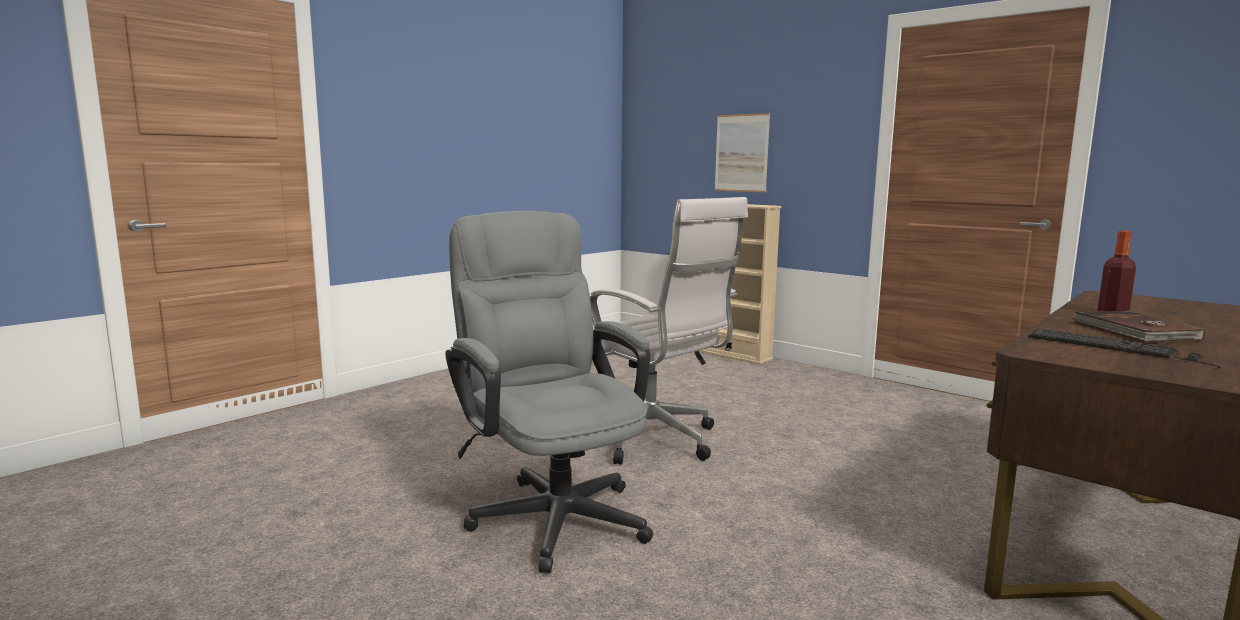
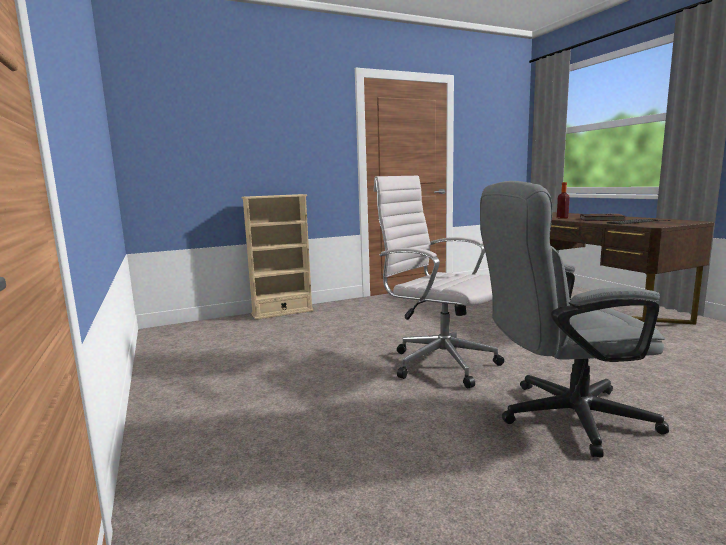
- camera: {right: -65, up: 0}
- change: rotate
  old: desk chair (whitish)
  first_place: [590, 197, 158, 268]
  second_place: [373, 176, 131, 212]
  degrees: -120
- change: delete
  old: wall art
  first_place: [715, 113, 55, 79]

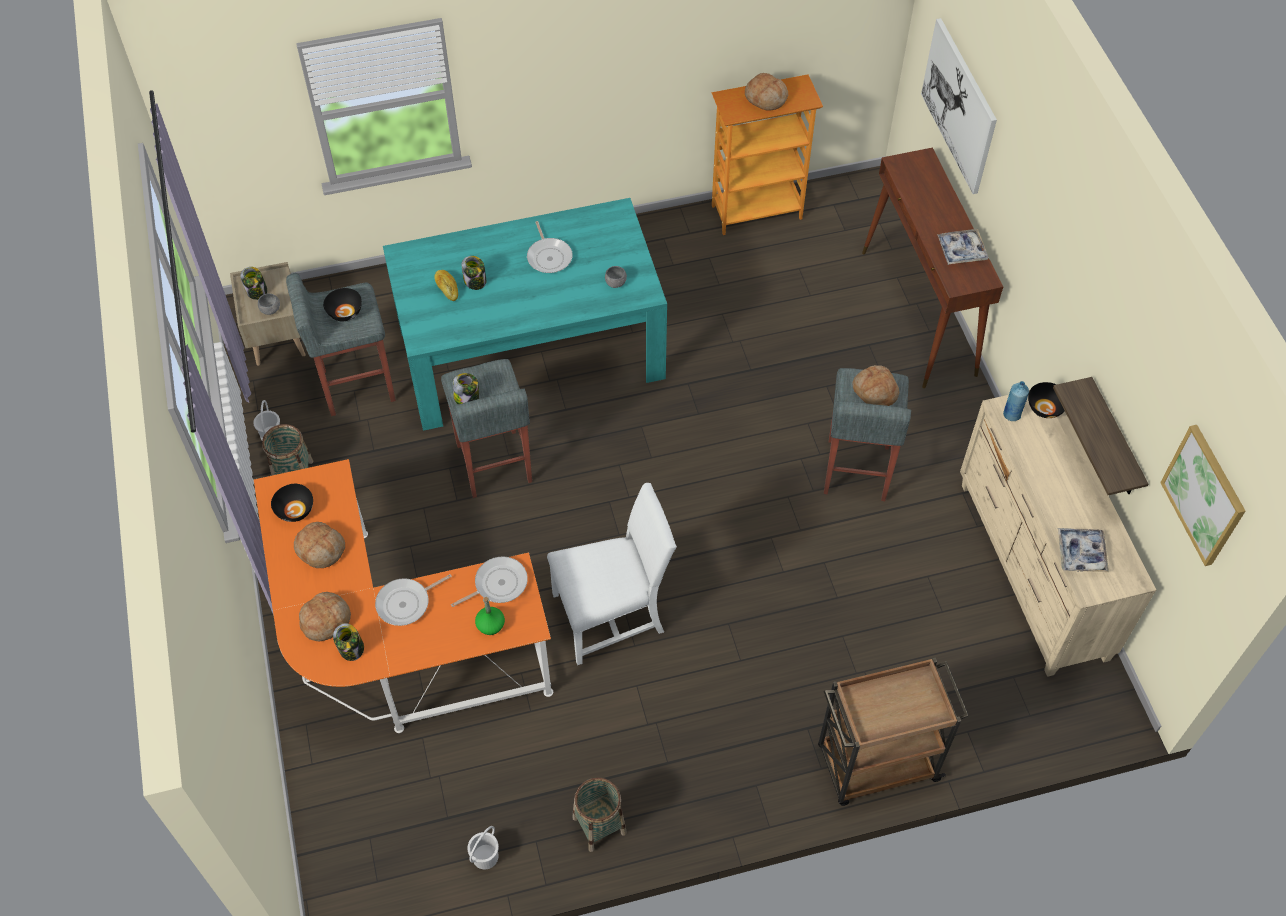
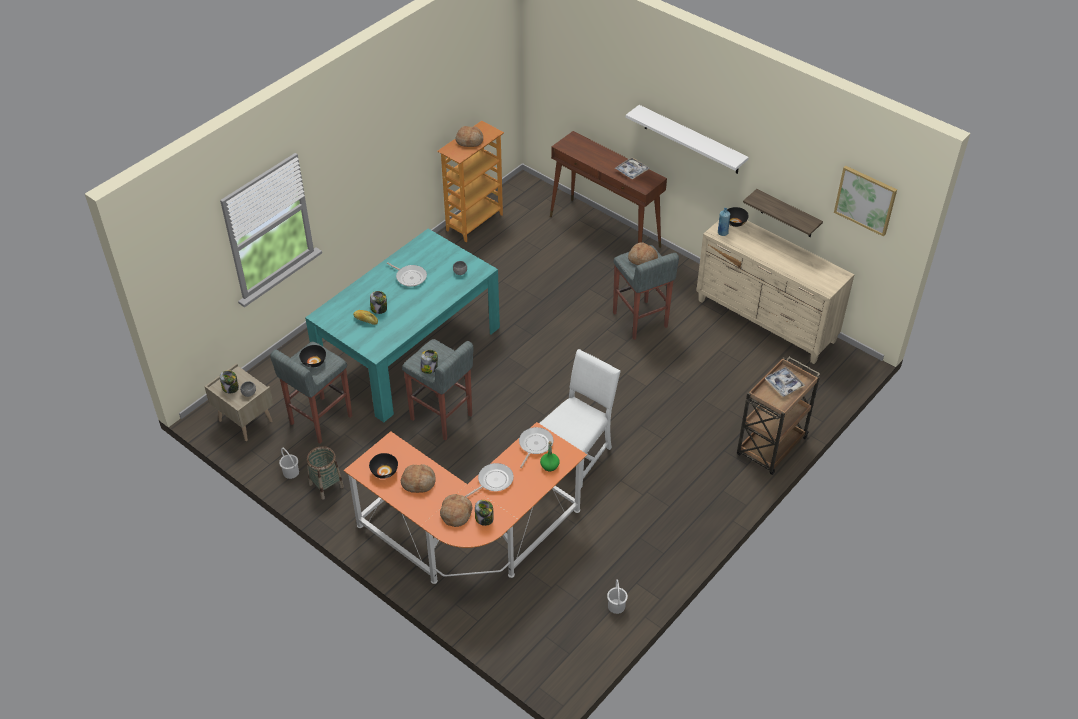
- camera: {right: -35, up: -10}
- change: rotate
  old: skillet
  first_place: [375, 574, 77, 52]
  second_place: [465, 463, 49, 34]
  degrees: -150
- change: delete
  old: household basket
  first_place: [573, 777, 54, 75]
- change: delete
  old: wall art
  first_place: [921, 18, 76, 176]
- change: move
  old: serving tray
  first_place: [1058, 528, 51, 44]
  second_place: [765, 367, 40, 30]
- change: insert
  new: bracket shelf (whitish)
  second_place: [626, 105, 123, 69]

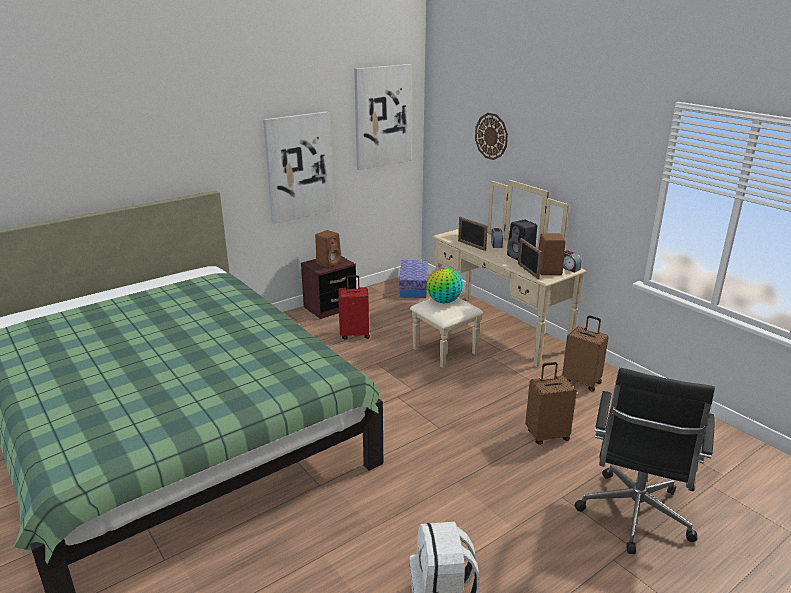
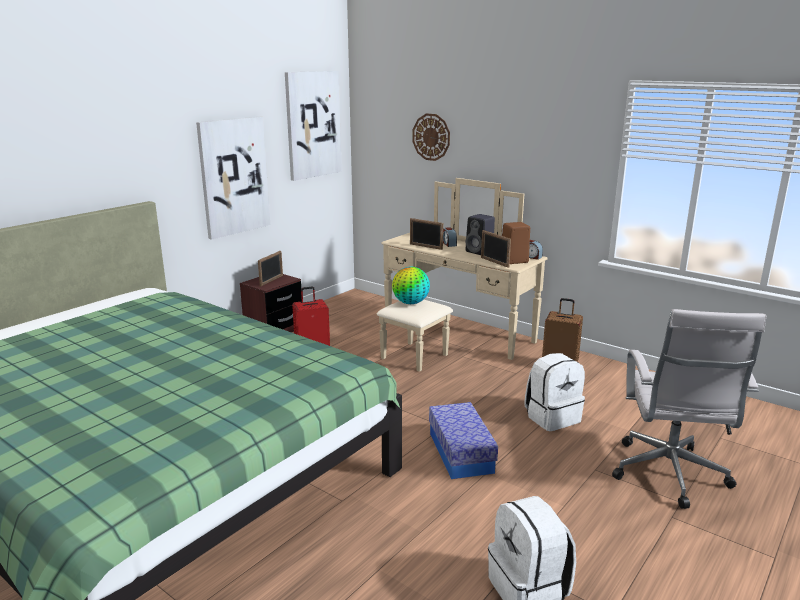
- camera: {right: -15, up: -5}
- change: replace
  old: loudspeaker (brown-coloured)
  new: photo frame
  first_place: [315, 230, 26, 38]
  second_place: [258, 251, 25, 35]
- change: move
  old: storage box
  first_place: [399, 260, 29, 38]
  second_place: [429, 402, 69, 77]
- change: replace
  old: suitcase (brown-coloured)
  new: knapsack (whitish)
  first_place: [525, 362, 52, 83]
  second_place: [524, 353, 61, 78]
- change: recolor
  old: desk chair (black)
  new: desk chair (whitish)
  first_place: [575, 368, 140, 186]
  second_place: [612, 309, 154, 200]

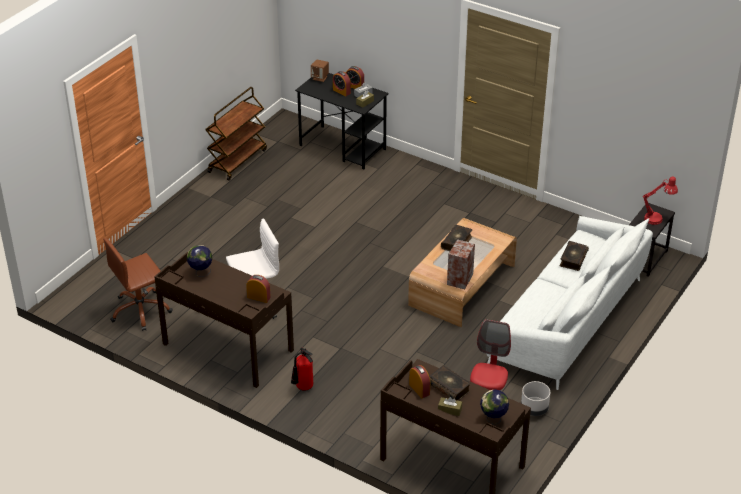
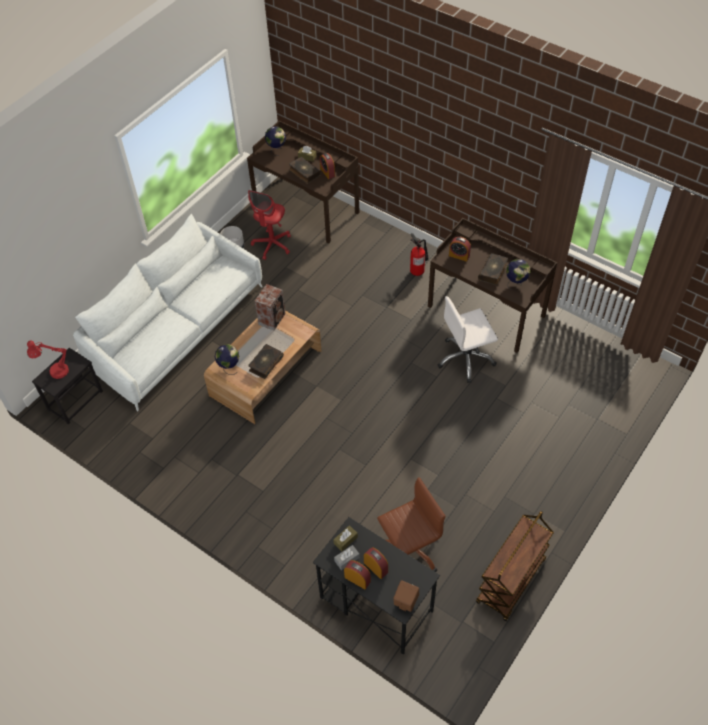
- camera: {right: -175, up: 15}
- change: move
  old: desk chair (brown-coloured)
  first_place: [103, 238, 70, 93]
  second_place: [377, 477, 69, 95]
- change: move
  old: book
  first_place: [560, 241, 29, 30]
  second_place: [478, 253, 30, 33]
- change: insert
  new: world globe
  second_place: [215, 344, 24, 31]

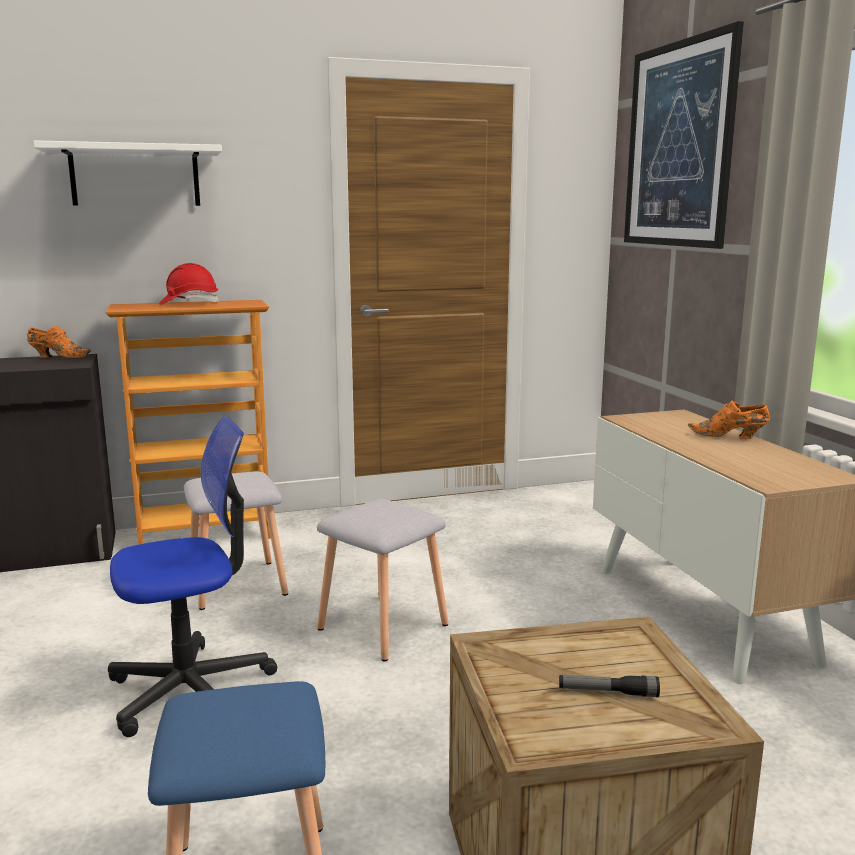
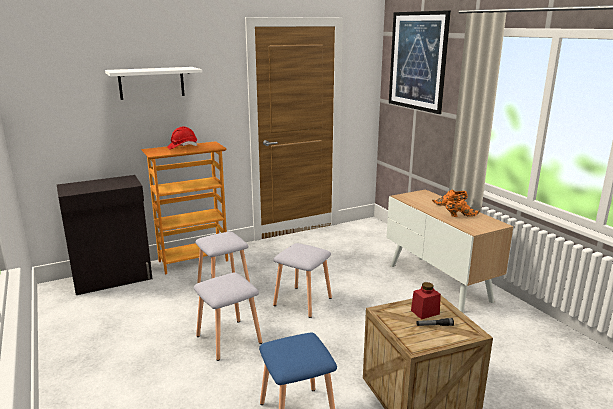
- camera: {right: -10, up: 5}
- change: move
  old: low shoe (orange-coloured)
  first_place: [27, 326, 64, 32]
  second_place: [446, 199, 34, 18]
- change: replace
  old: desk chair
  new: stool seat (greyish)
  first_place: [108, 416, 169, 321]
  second_place: [194, 273, 68, 88]
- change: insert
  new: preserve jar (reddish)
  second_place: [411, 282, 30, 38]

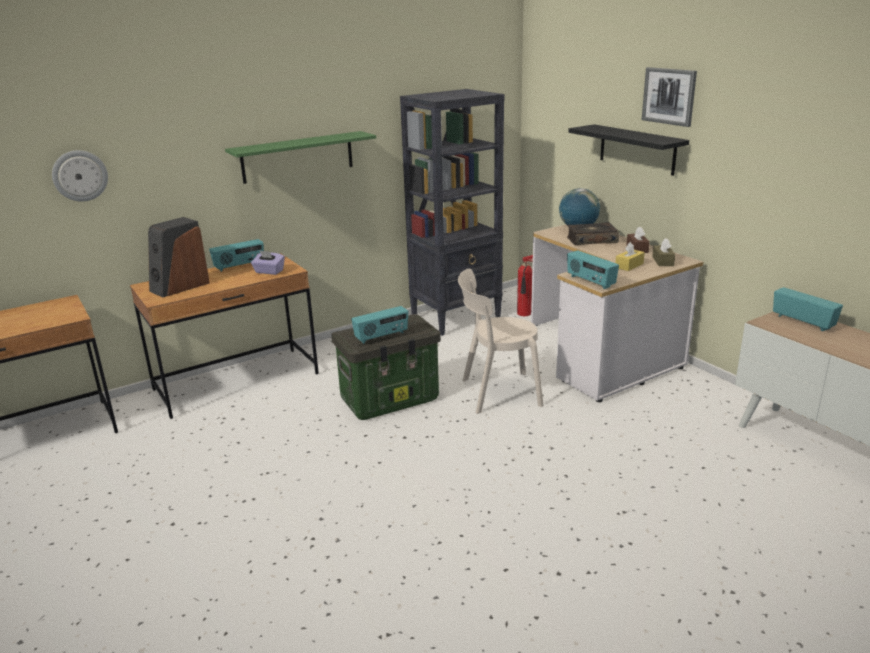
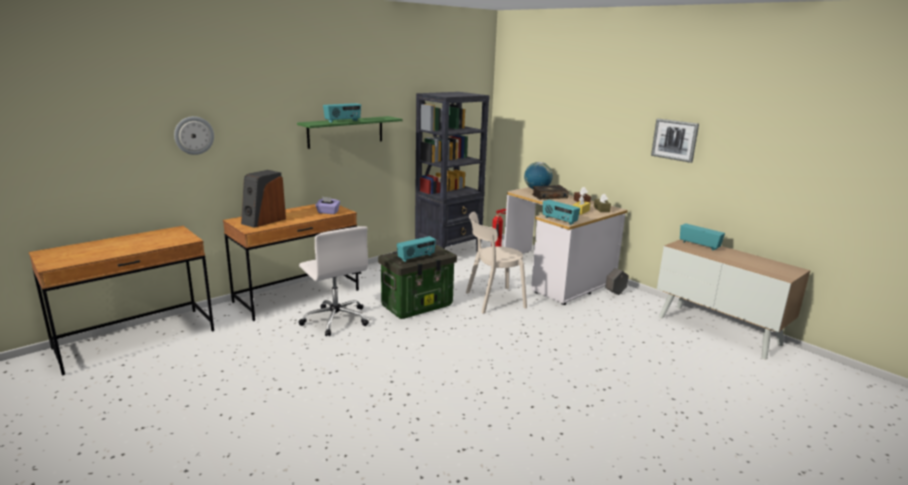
- camera: {right: -10, up: -5}
- change: move
  old: radio set
  first_place: [209, 239, 55, 33]
  second_place: [323, 103, 38, 20]
- change: delete
  old: bracket shelf (black)
  first_place: [568, 124, 121, 52]
- change: move
  old: wall art
  first_place: [642, 67, 55, 60]
  second_place: [651, 119, 48, 44]
- change: insert
  new: desk chair (whitish)
  second_place: [299, 226, 70, 110]
- change: insert
  new: flower pot (greyish)
  second_place: [605, 268, 24, 27]

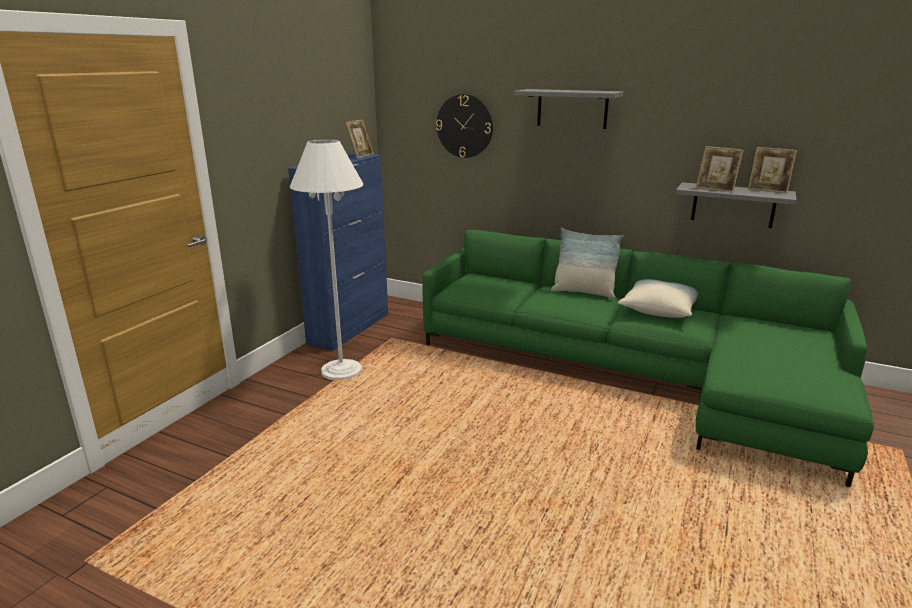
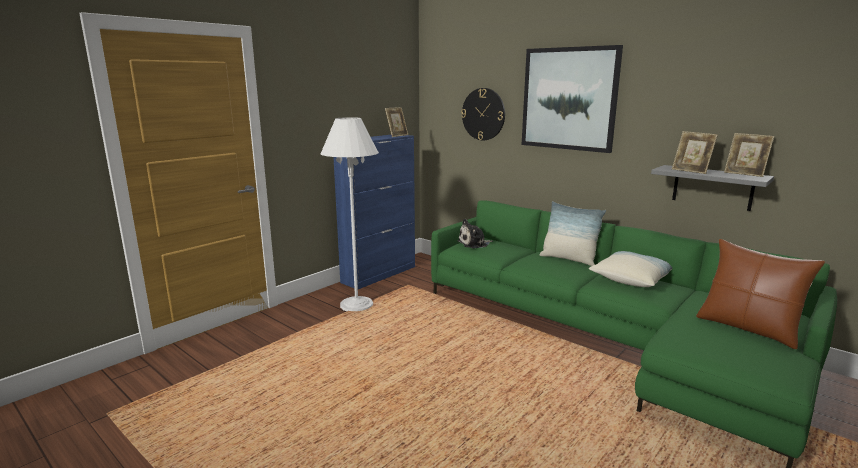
- camera: {right: 15, up: -5}
- change: replace
  old: bracket shelf (greyish)
  new: wall art
  first_place: [513, 89, 110, 40]
  second_place: [522, 45, 101, 108]
- change: insert
  new: cuddly toy
  second_place: [457, 219, 36, 29]
- change: insert
  new: cushion (brown-coloured)
  second_place: [696, 239, 129, 110]

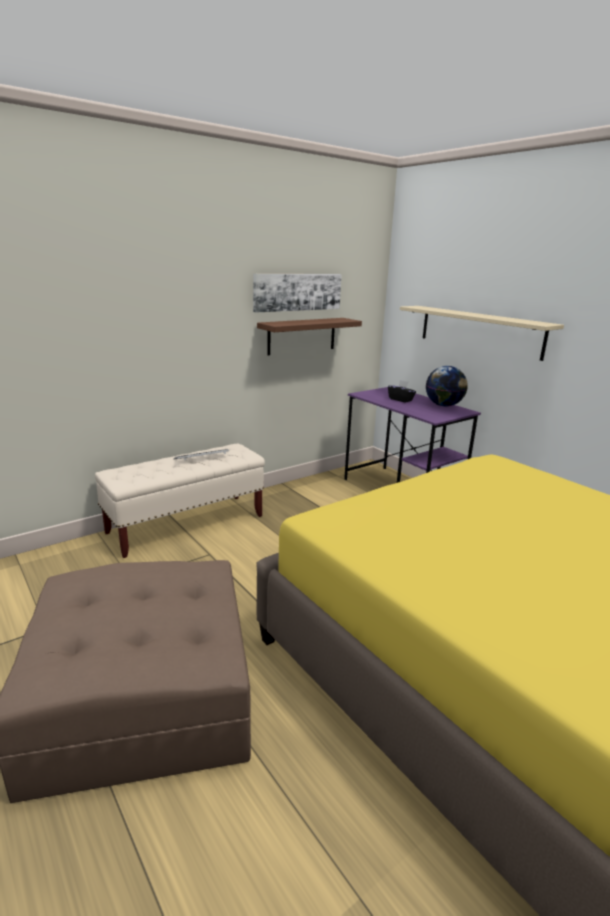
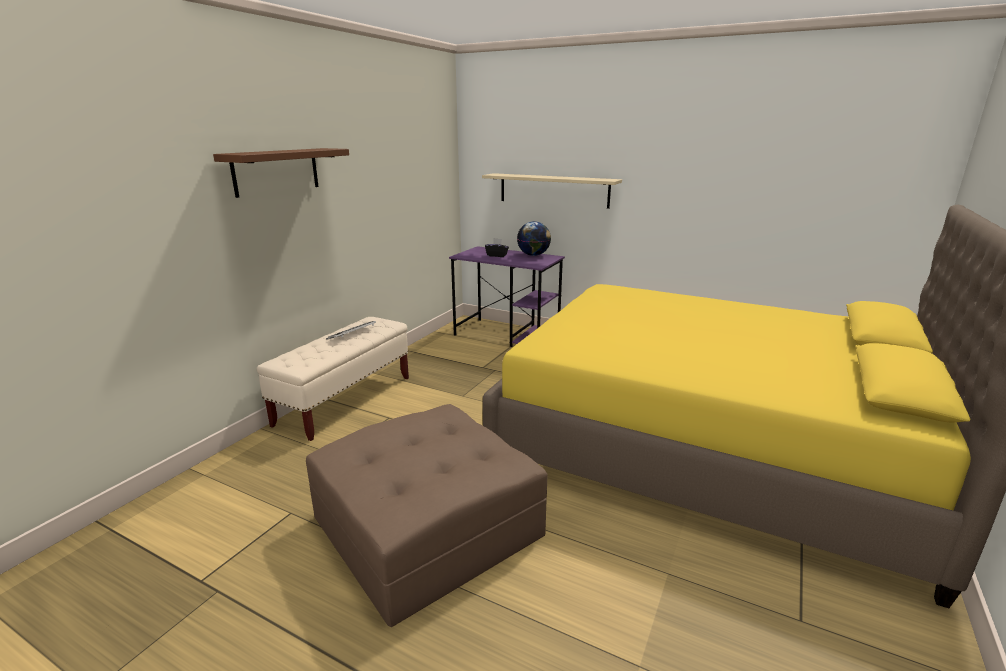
- camera: {right: -25, up: 0}
- change: delete
  old: wall art
  first_place: [253, 274, 89, 38]
- change: move
  old: bracket shelf (brown-coloured)
  first_place: [257, 318, 105, 37]
  second_place: [213, 148, 136, 50]

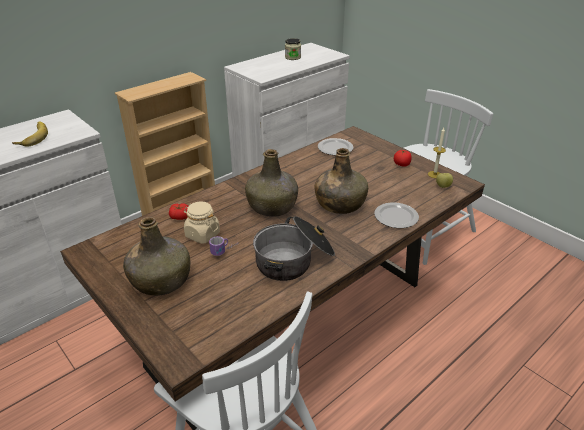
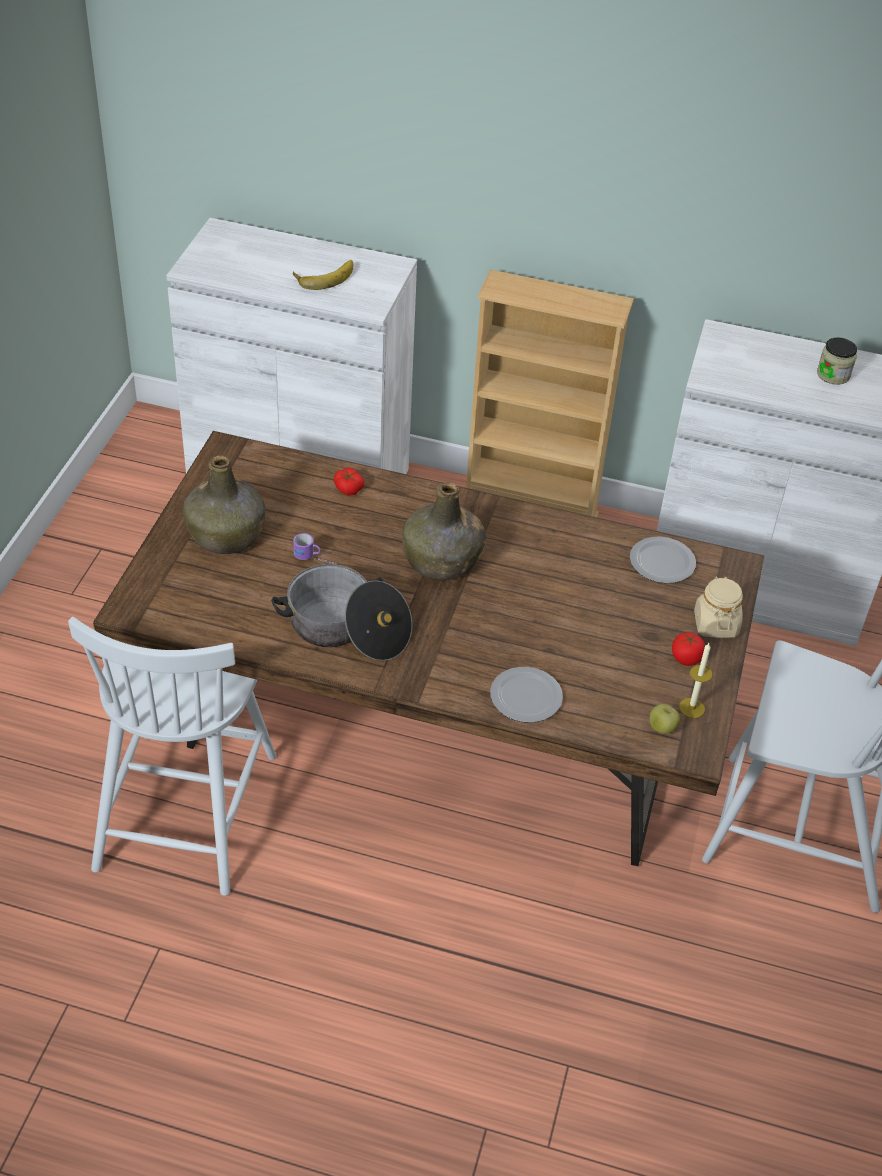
- camera: {right: 55, up: 10}
- change: move
  old: preserve jar (beige)
  first_place: [184, 201, 36, 43]
  second_place: [694, 576, 49, 62]
- change: delete
  old: drink bottle (green)
  first_place: [315, 148, 53, 66]

